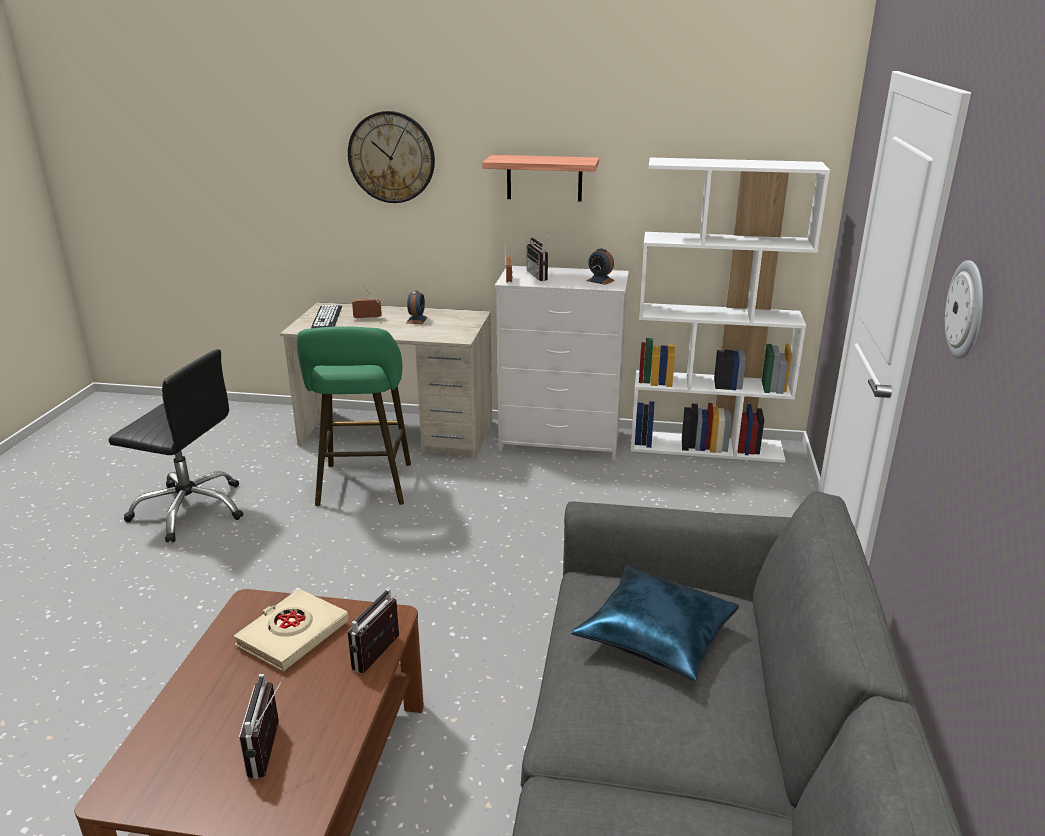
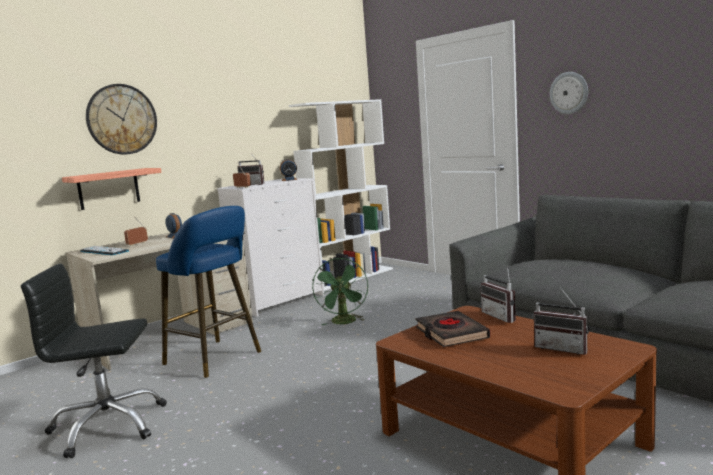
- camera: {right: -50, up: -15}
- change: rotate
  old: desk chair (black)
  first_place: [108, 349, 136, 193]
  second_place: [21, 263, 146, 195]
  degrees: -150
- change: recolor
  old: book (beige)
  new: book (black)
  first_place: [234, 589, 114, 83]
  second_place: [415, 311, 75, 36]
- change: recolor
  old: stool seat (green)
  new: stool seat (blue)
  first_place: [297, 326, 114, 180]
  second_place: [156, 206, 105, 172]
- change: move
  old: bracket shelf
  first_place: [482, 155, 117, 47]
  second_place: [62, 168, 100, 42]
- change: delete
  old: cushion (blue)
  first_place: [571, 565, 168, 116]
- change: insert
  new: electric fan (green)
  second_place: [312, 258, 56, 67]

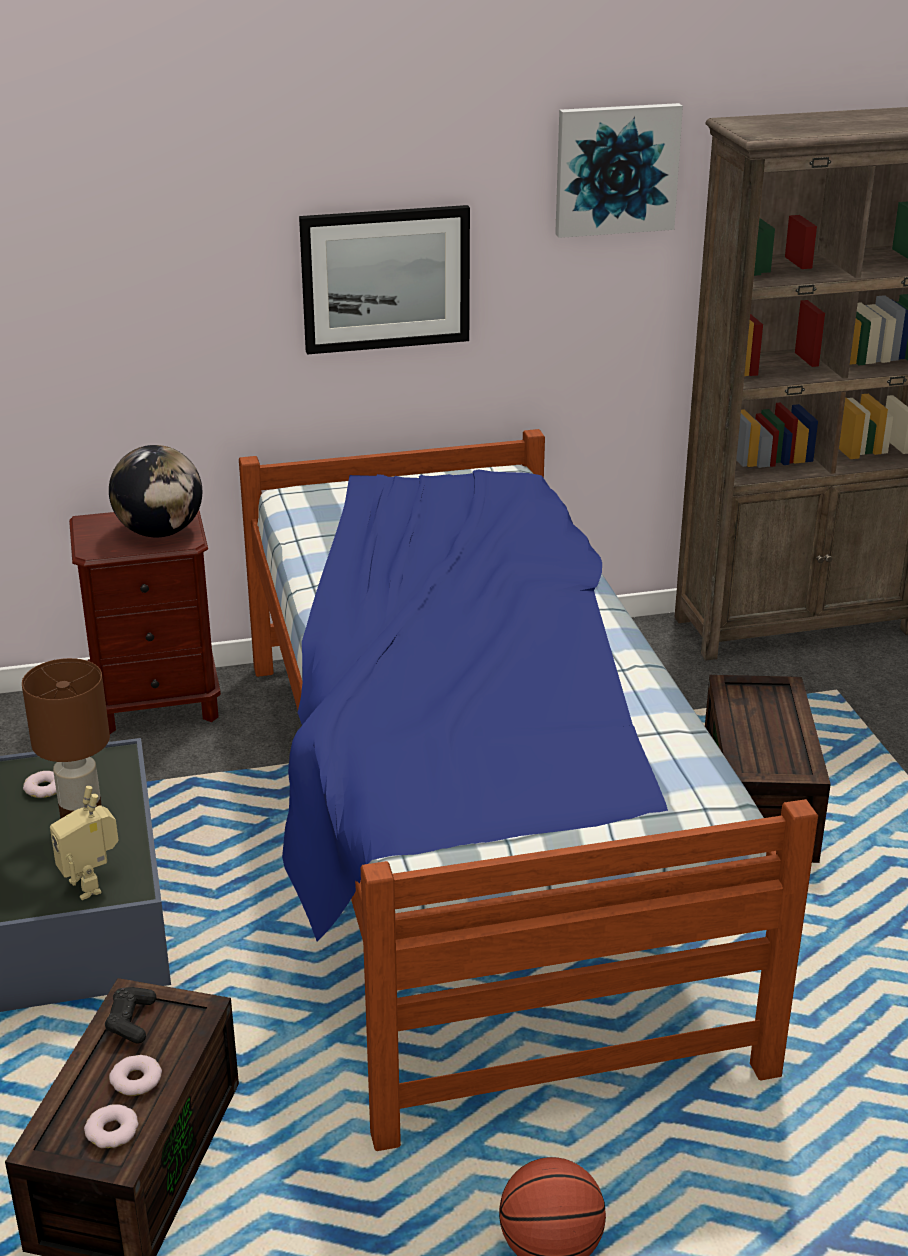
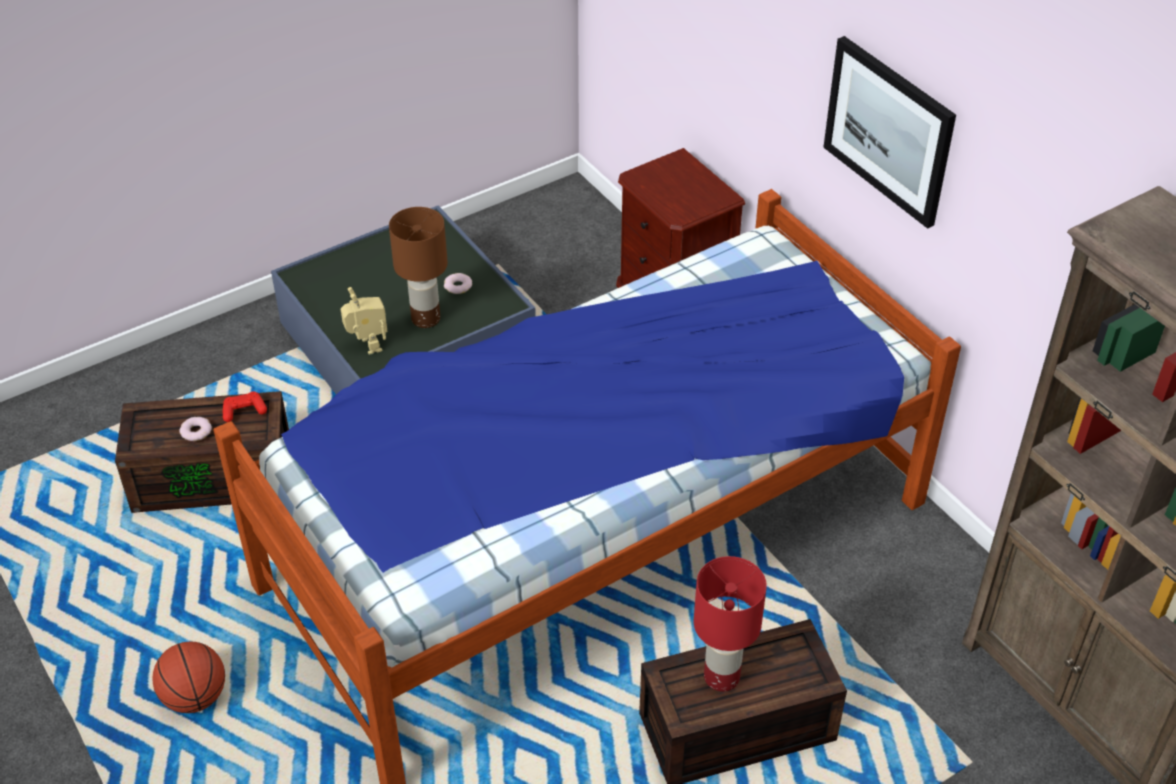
- camera: {right: 70, up: 15}
- change: rotate
  old: toy robot
  first_place: [50, 786, 69, 114]
  second_place: [341, 287, 46, 68]
  degrees: 120
- change: delete
  old: ring doughnut
  first_place: [84, 1104, 54, 44]
- change: recolor
  old: gamepad (black)
  new: gamepad (reddish)
  first_place: [105, 987, 51, 57]
  second_place: [223, 391, 44, 31]
- change: delete
  old: world globe
  first_place: [109, 445, 93, 92]
- change: delete
  old: wall art
  first_place: [555, 103, 128, 135]
- change: insert
  new: table lamp (reddish)
  second_place: [694, 556, 73, 135]

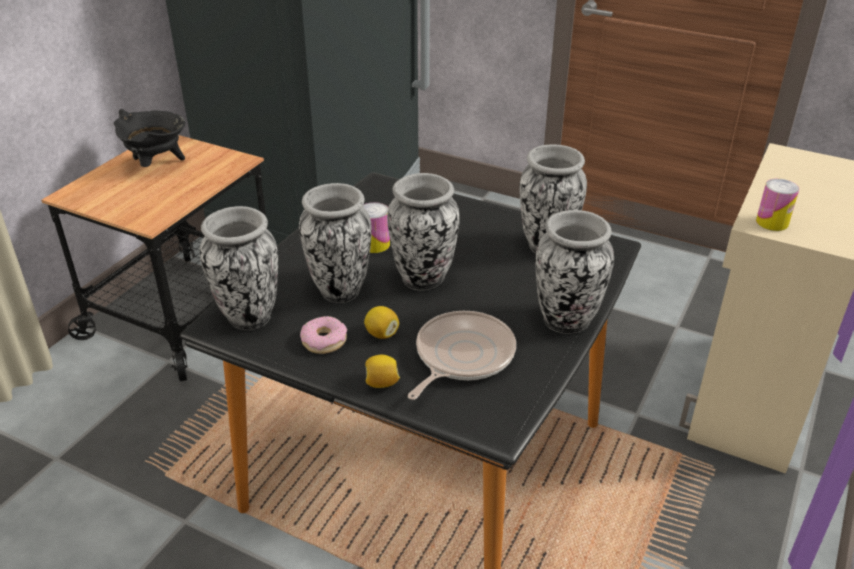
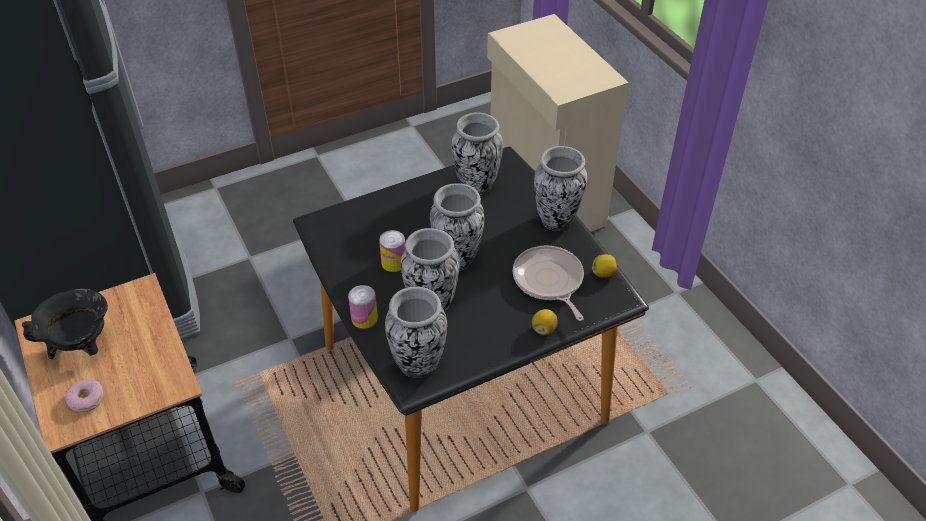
- camera: {right: -55, up: 10}
- change: move
  old: ring doughnut
  first_place: [300, 316, 47, 38]
  second_place: [65, 379, 39, 33]
- change: move
  old: citrus fruit
  first_place: [364, 306, 35, 33]
  second_place: [592, 254, 25, 24]
- change: move
  old: can
  first_place: [756, 179, 43, 52]
  second_place: [348, 285, 30, 44]

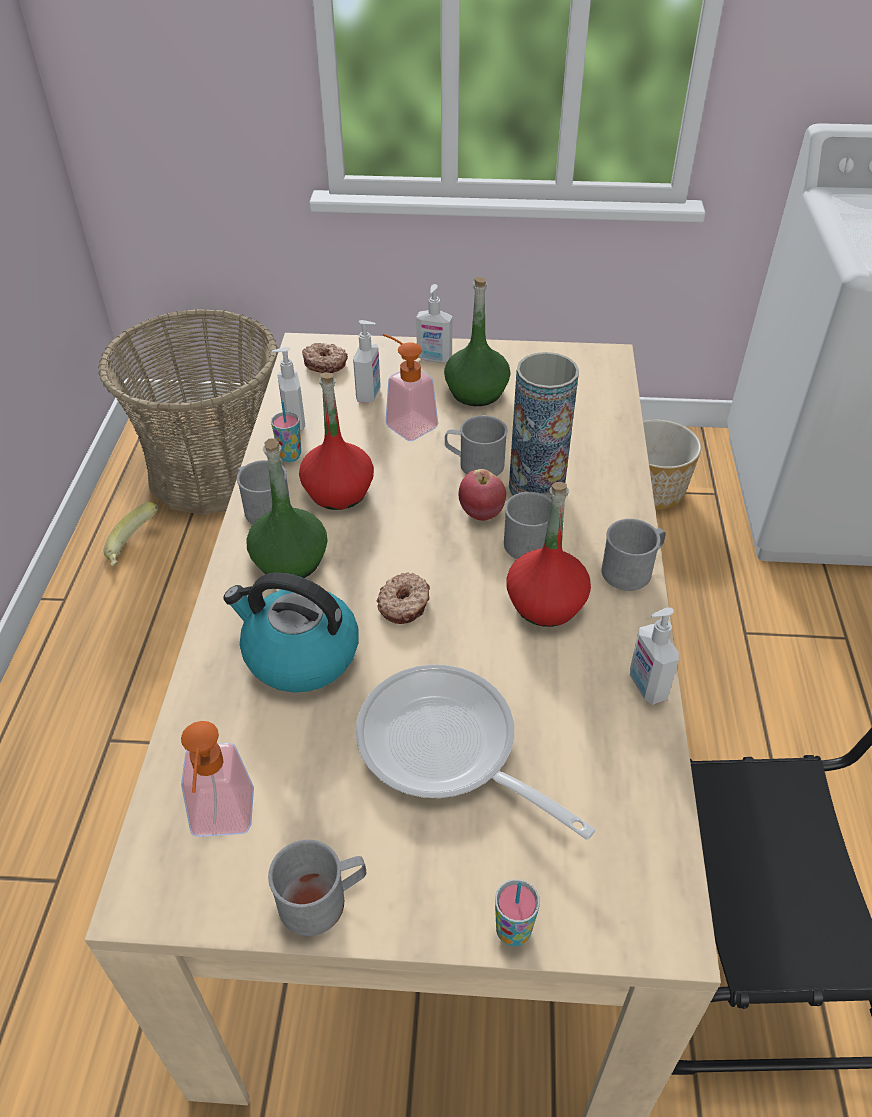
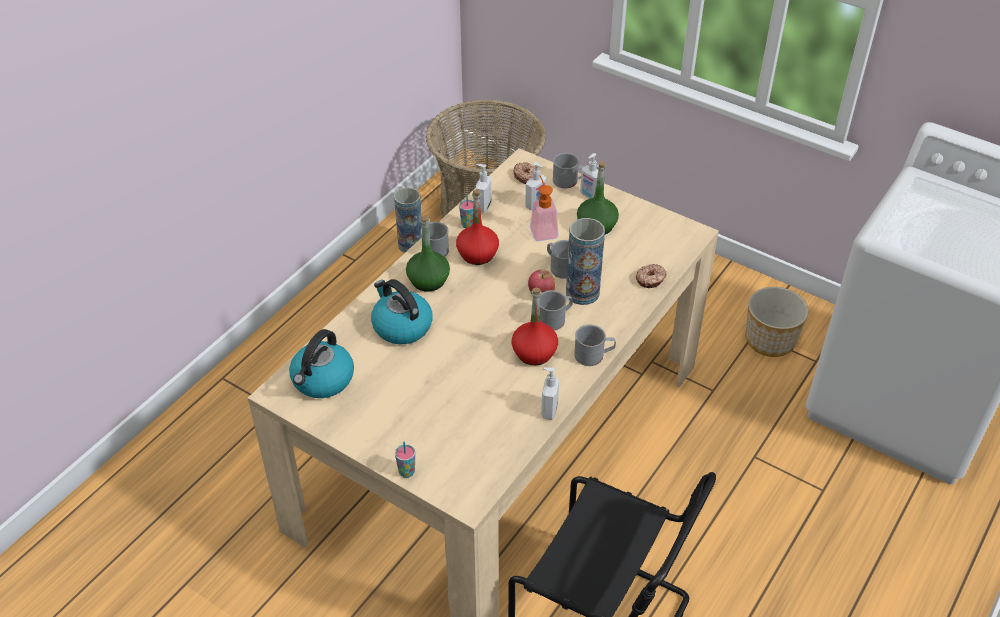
- camera: {right: 30, up: 0}
- change: replace
  old: banana
  new: vase
  first_place: [104, 502, 54, 64]
  second_place: [394, 187, 28, 66]
- change: replace
  old: liquid soap bottle
  new: kettle
  first_place: [181, 721, 73, 116]
  second_place: [289, 329, 65, 69]
- change: move
  old: mug (greyish)
  first_place: [268, 840, 98, 96]
  second_place: [553, 153, 32, 35]
- change: delete
  old: skillet
  first_place: [355, 664, 240, 176]
- change: move
  old: ring doughnut
  first_place: [377, 573, 53, 51]
  second_place: [636, 264, 31, 24]

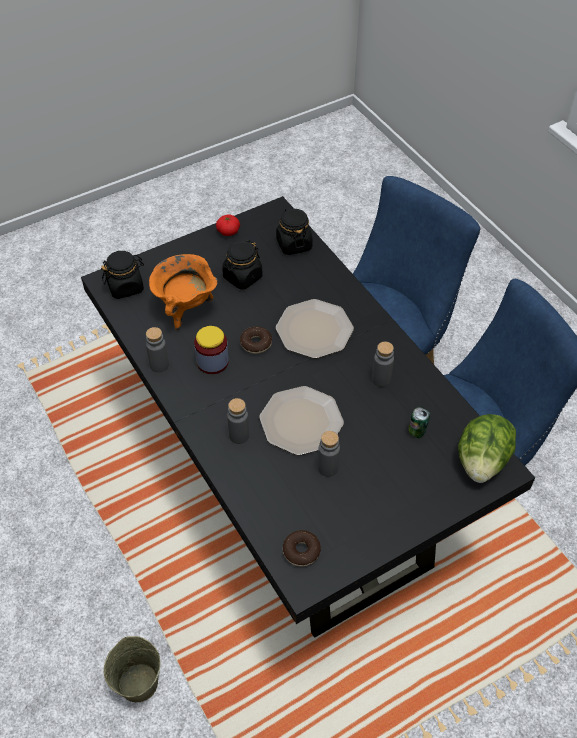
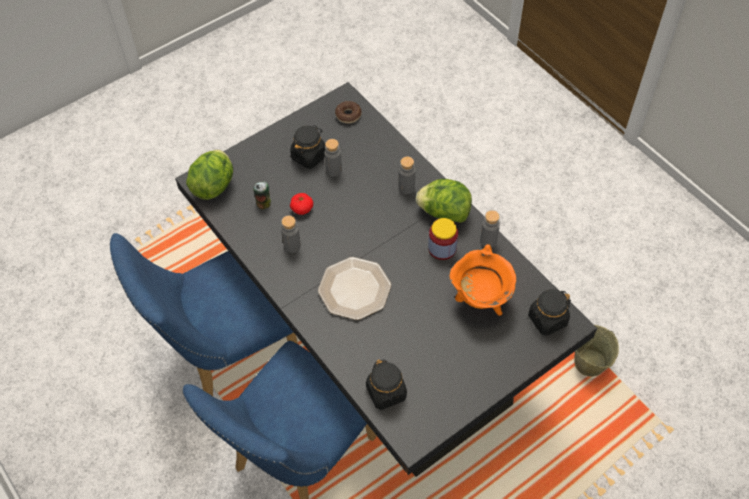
- camera: {right: 175, up: 5}
- change: move
  old: bucket (beige)
  first_place: [103, 636, 58, 66]
  second_place: [574, 325, 45, 52]
- change: move
  old: fresh tomato
  first_place: [216, 215, 24, 21]
  second_place: [290, 193, 23, 22]
- change: move
  old: preserve jar (black)
  first_place: [222, 240, 40, 49]
  second_place: [290, 125, 35, 44]
- change: delete
  old: ring doughnut
  first_place: [240, 327, 32, 27]
- change: delete
  old: dinner plate
  first_place: [259, 386, 85, 69]
- change: insert
  new: lettuce head
  second_place: [416, 179, 56, 44]

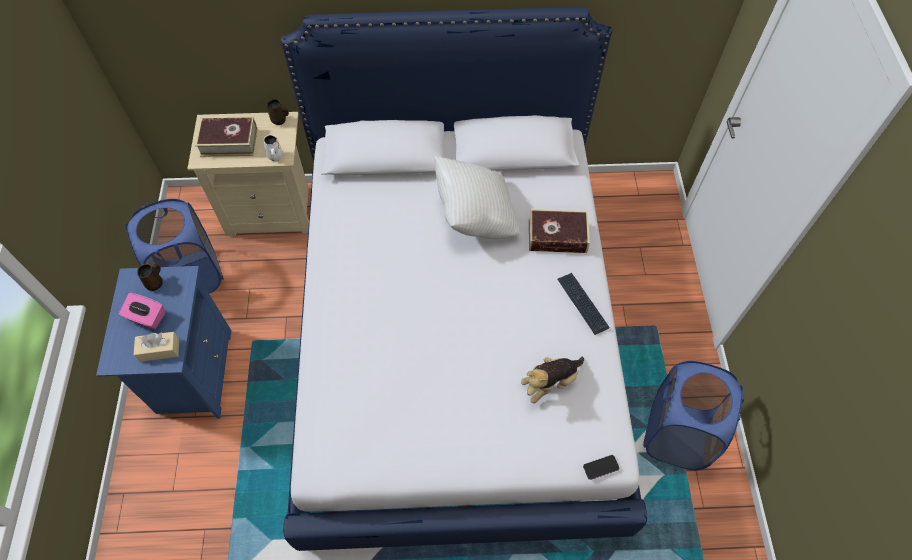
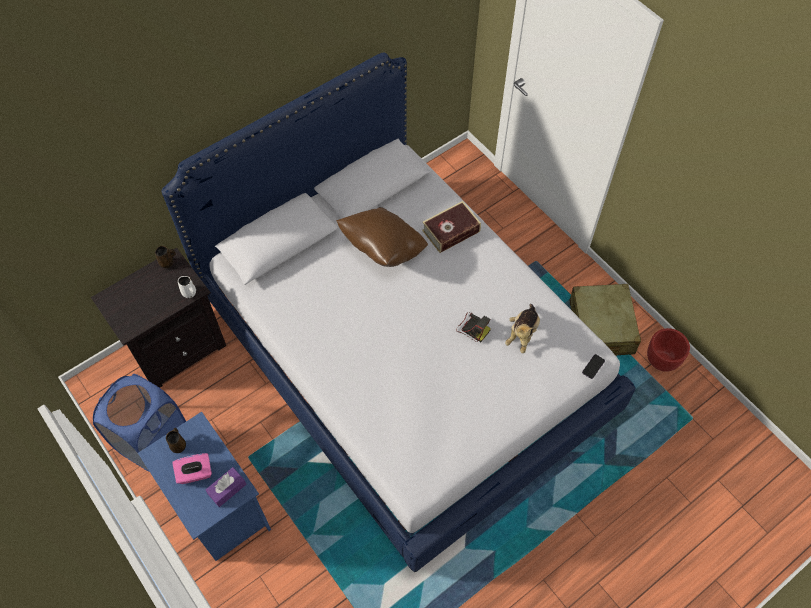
- camera: {right: -35, up: 0}
- change: recolor
  old: tissue holder (beige)
  new: tissue holder (purple-coloured)
  first_place: [134, 332, 45, 30]
  second_place: [206, 467, 40, 40]
- change: recolor
  old: bedside table (beige)
  new: bedside table (black)
  first_place: [187, 112, 122, 124]
  second_place: [91, 248, 135, 140]
- change: delete
  old: book
  first_place: [195, 117, 62, 40]
- change: recolor
  old: cushion (whitish)
  new: cushion (brown-coloured)
  first_place: [435, 156, 85, 83]
  second_place: [336, 207, 92, 60]
- change: delete
  old: computer keyboard
  first_place: [557, 273, 53, 62]
- change: replace
  old: hamper (blue)
  new: suitcase (beige)
  first_place: [643, 361, 101, 109]
  second_place: [569, 284, 72, 72]
- change: insert
  new: still camera
  second_place: [456, 312, 35, 30]
- change: insert
  new: flower pot (reddish)
  second_place: [647, 328, 43, 44]

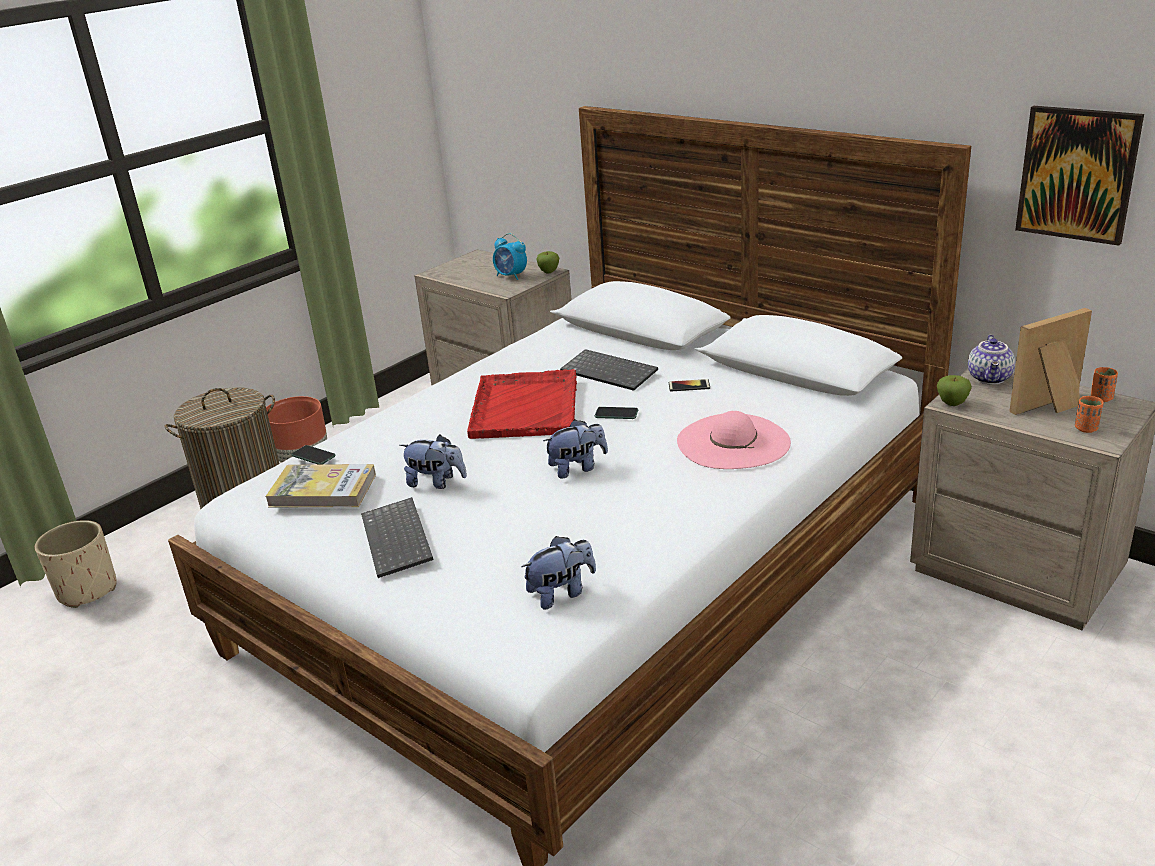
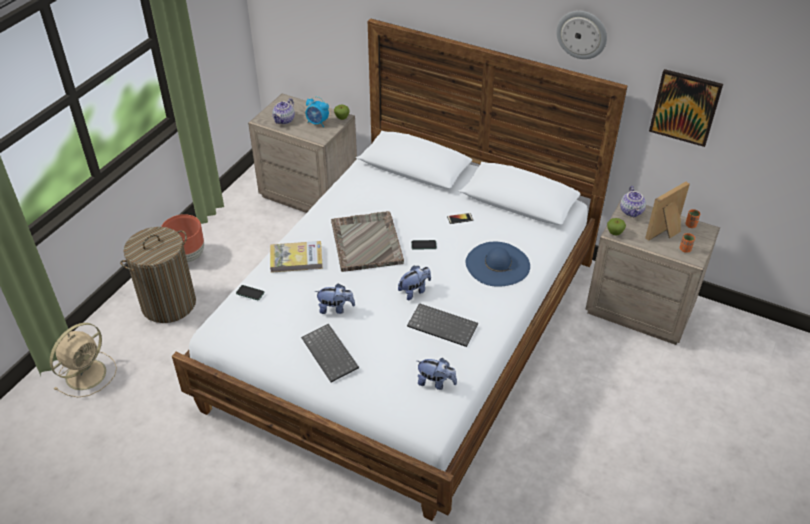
- camera: {right: -15, up: 15}
- change: replace
  old: flower pot (beige)
  new: electric fan (beige)
  first_place: [35, 520, 82, 88]
  second_place: [50, 323, 67, 75]
- change: move
  old: book
  first_place: [265, 464, 111, 43]
  second_place: [270, 241, 53, 32]
- change: recolor
  old: serving tray (reddish)
  new: serving tray (greyish)
  first_place: [467, 369, 110, 70]
  second_place: [331, 211, 73, 61]
- change: rotate
  old: cuddly toy
  first_place: [521, 536, 75, 74]
  second_place: [417, 358, 40, 32]
  degrees: 60
- change: move
  old: computer keyboard
  first_place: [560, 349, 98, 42]
  second_place: [407, 303, 71, 44]
- change: recolor
  old: wearable hat (pink-coloured)
  new: wearable hat (blue)
  first_place: [677, 411, 114, 58]
  second_place: [466, 242, 64, 45]
- change: insert
  new: tea pot
  second_place: [272, 98, 23, 26]
- change: insert
  new: clock on the wall
  second_place: [556, 11, 51, 48]

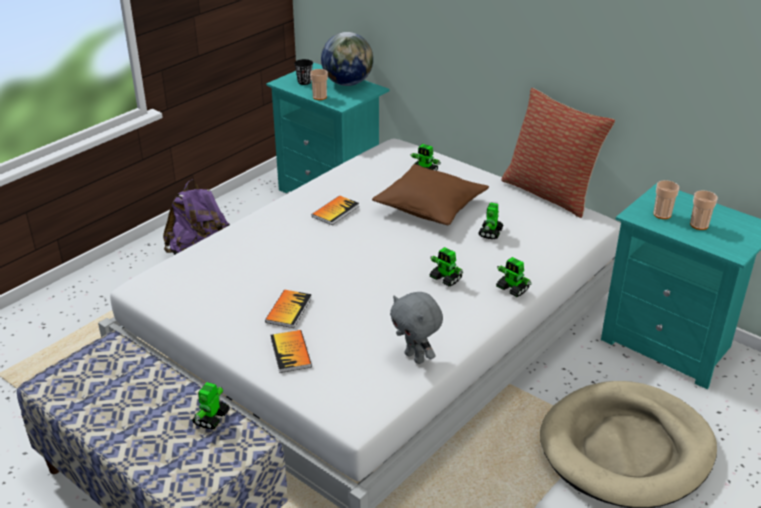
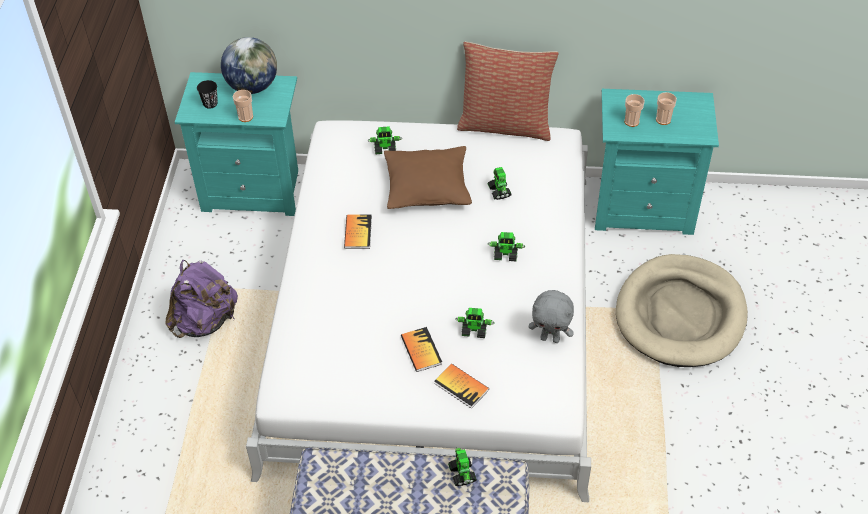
- camera: {right: -35, up: 15}
- change: move
  old: toy robot
  first_place: [496, 257, 36, 40]
  second_place: [455, 308, 40, 30]

